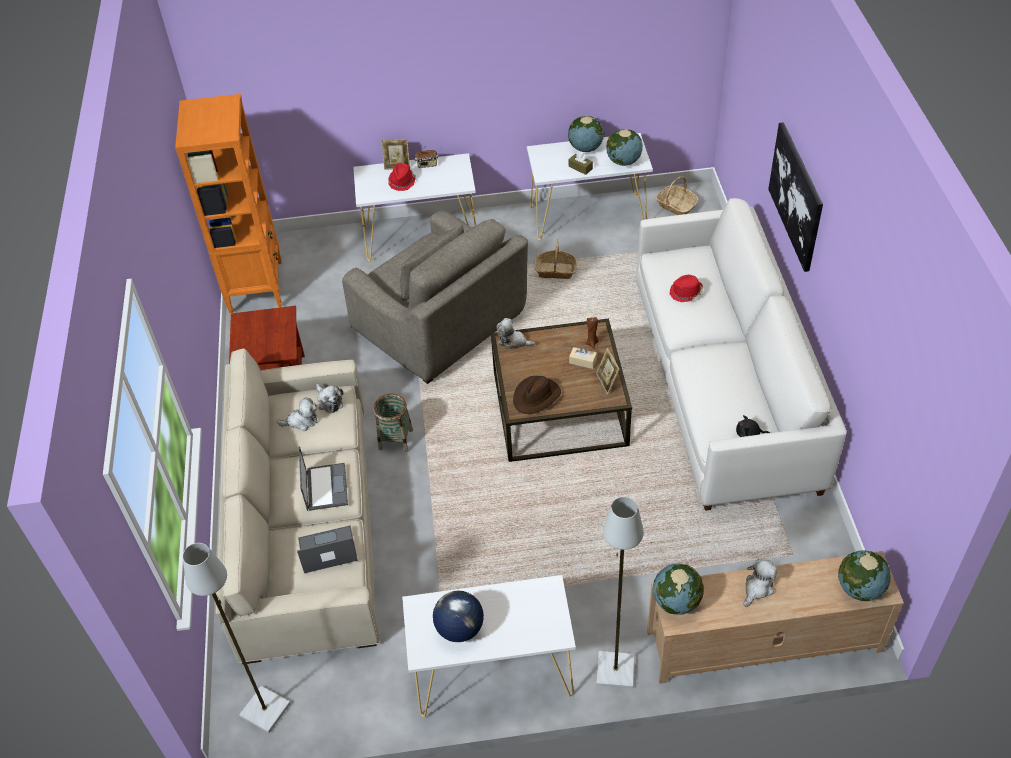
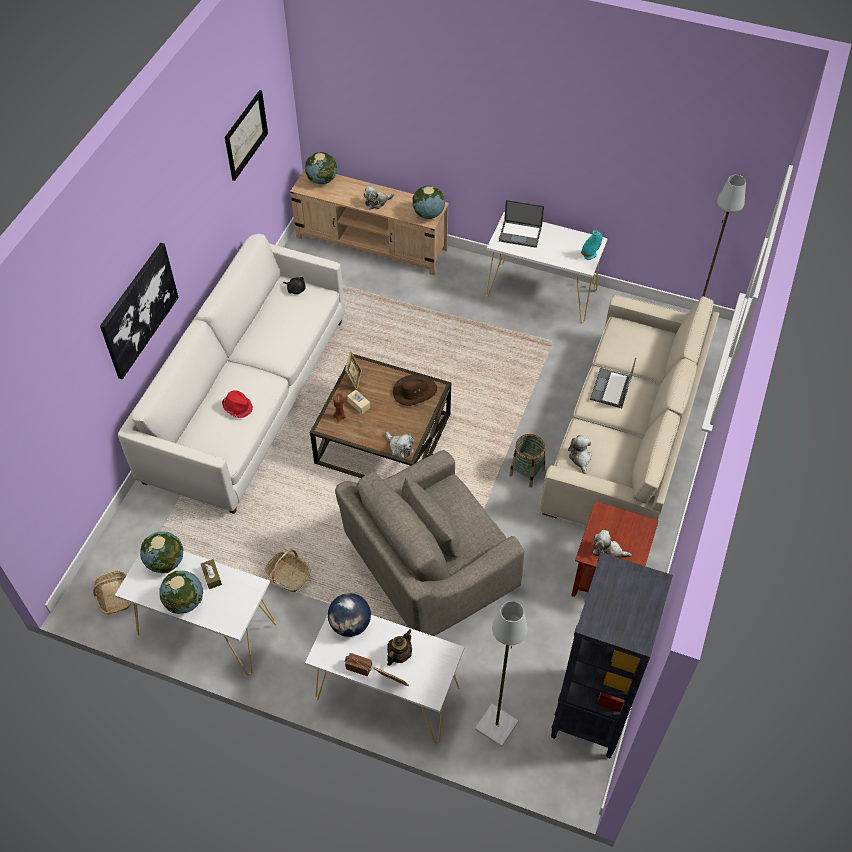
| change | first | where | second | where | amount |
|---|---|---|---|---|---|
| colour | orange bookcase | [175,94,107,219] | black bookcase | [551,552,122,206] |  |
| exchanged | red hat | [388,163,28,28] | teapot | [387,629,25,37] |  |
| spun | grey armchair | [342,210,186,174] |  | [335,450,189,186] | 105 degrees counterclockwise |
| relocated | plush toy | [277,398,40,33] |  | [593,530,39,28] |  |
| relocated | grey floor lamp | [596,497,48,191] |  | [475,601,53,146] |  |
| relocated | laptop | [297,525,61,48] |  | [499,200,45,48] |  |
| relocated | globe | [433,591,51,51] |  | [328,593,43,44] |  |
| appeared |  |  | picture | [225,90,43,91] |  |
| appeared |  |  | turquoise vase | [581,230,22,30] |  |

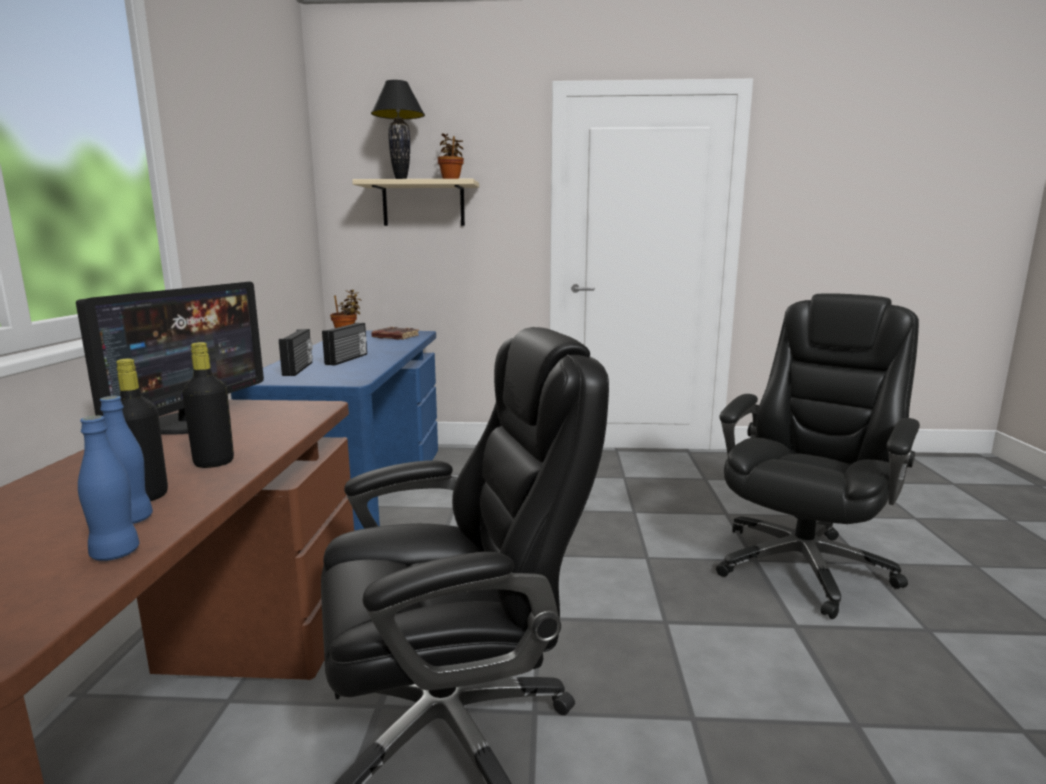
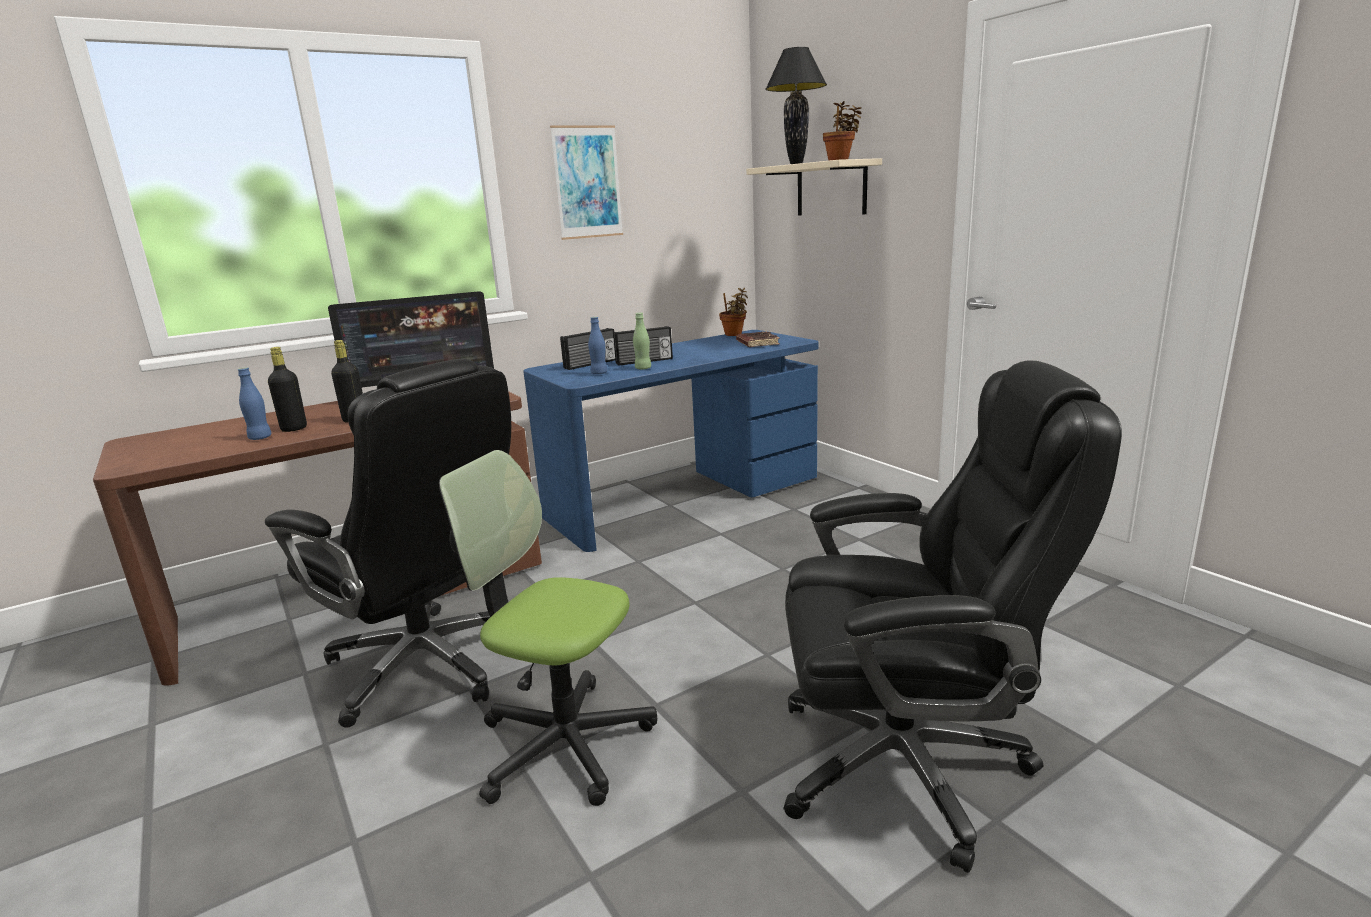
| change | first | where | second | where | amount |
|---|---|---|---|---|---|
| relocated | blue bottle | [78,416,61,145] |  | [588,317,20,57] |  |
| appeared |  |  | picture | [550,125,73,115] |  |
| appeared |  |  | green bottle | [633,313,18,57] |  |
| appeared |  |  | office chair | [439,450,218,356] |  |

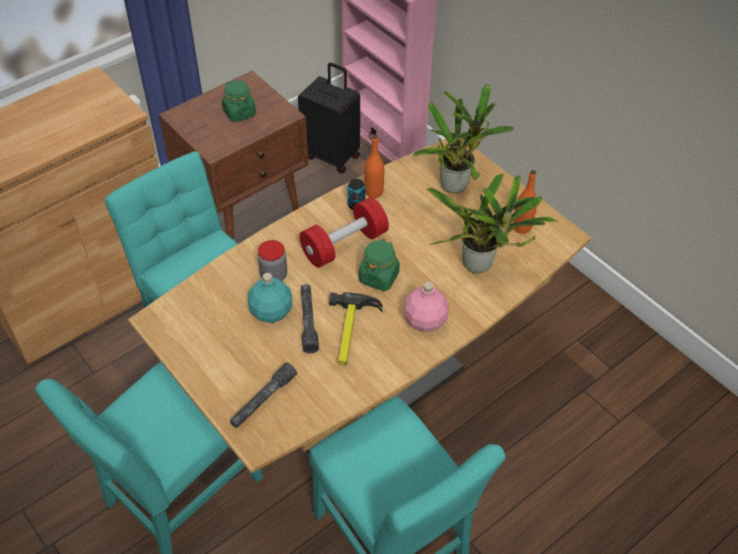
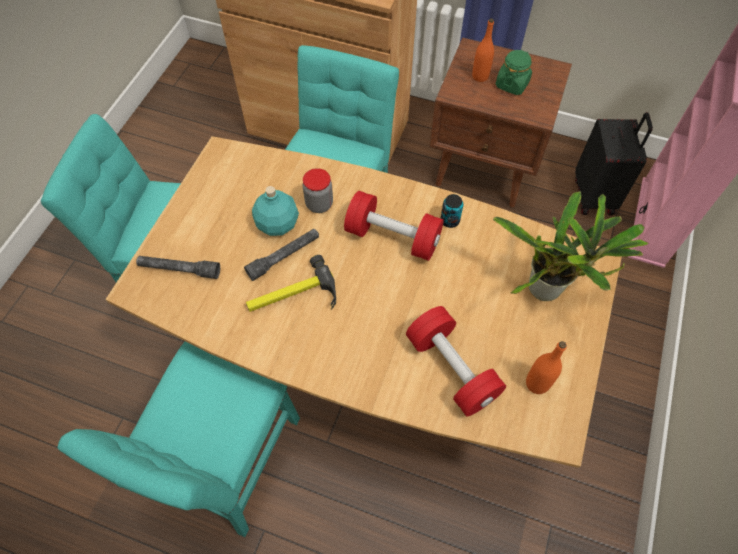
| change | first | where | second | where | amount |
|---|---|---|---|---|---|
| relocated | orange bottle | [364,134,20,64] |  | [472,18,22,64] |  |
| exchanged | potted plant | [426,173,132,100] | red dumbbell | [406,306,100,110] |  |
| missing | green jar | [359,239,41,52] |  |  |  |
| missing | pink bottle | [404,282,45,50] |  |  |  |

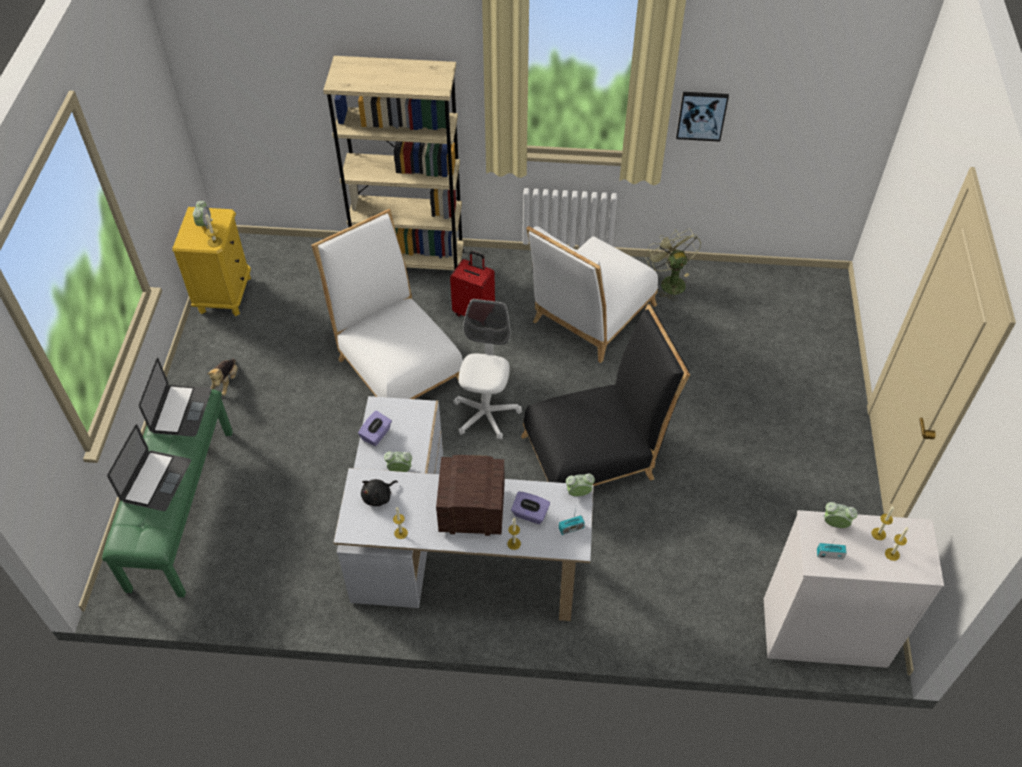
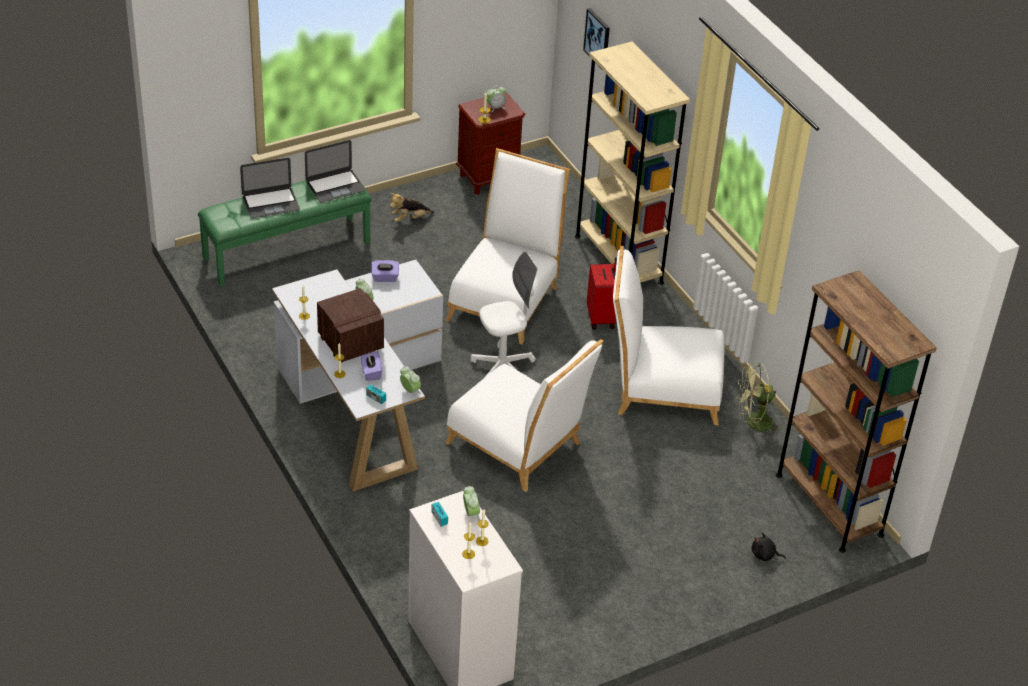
| change | first | where | second | where | amount |
|---|---|---|---|---|---|
| relocated | picture | [676,92,53,50] |  | [583,8,27,51] |  |
| colour | yellow nightstand | [172,207,79,109] | brown nightstand | [456,93,69,102] |  |
| spun | green fan | [645,228,56,73] |  | [736,364,46,74] | 135 degrees counterclockwise |
| colour | black chair | [521,304,169,182] | white chair | [445,339,159,153] |  |
| relocated | black plush toy | [361,479,37,27] |  | [751,532,35,29] |  |
| appeared |  |  | brown bookcase | [776,270,161,283] |  |

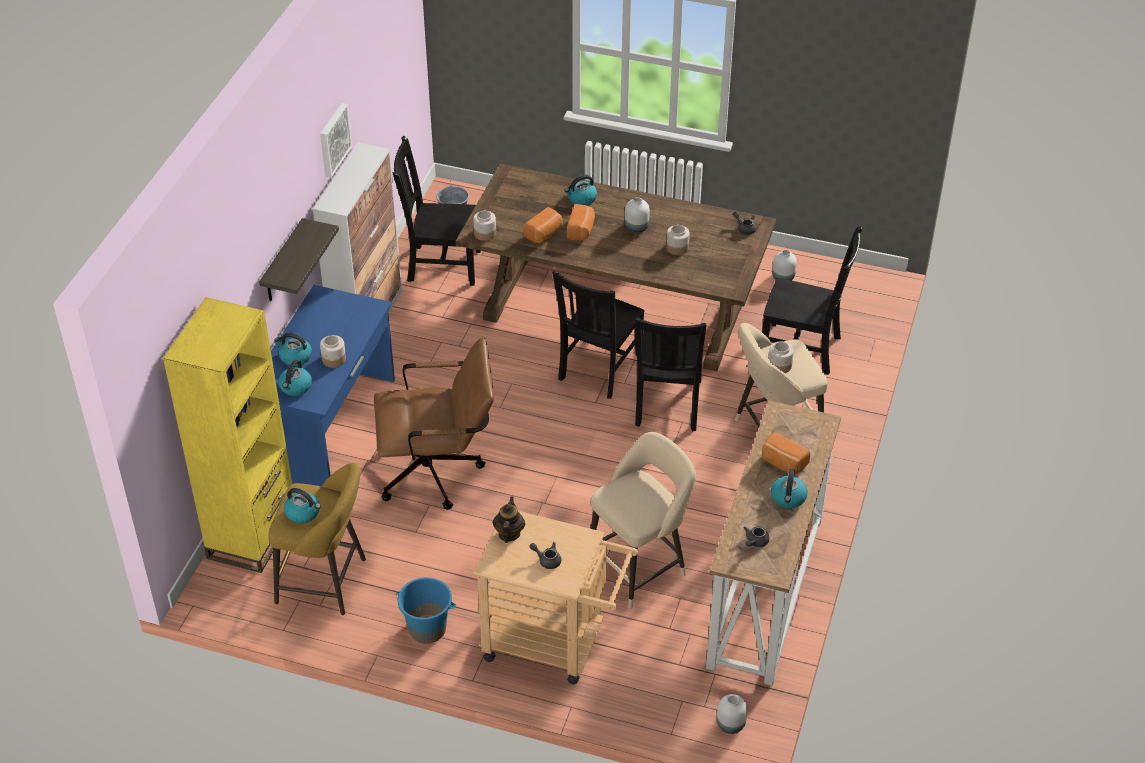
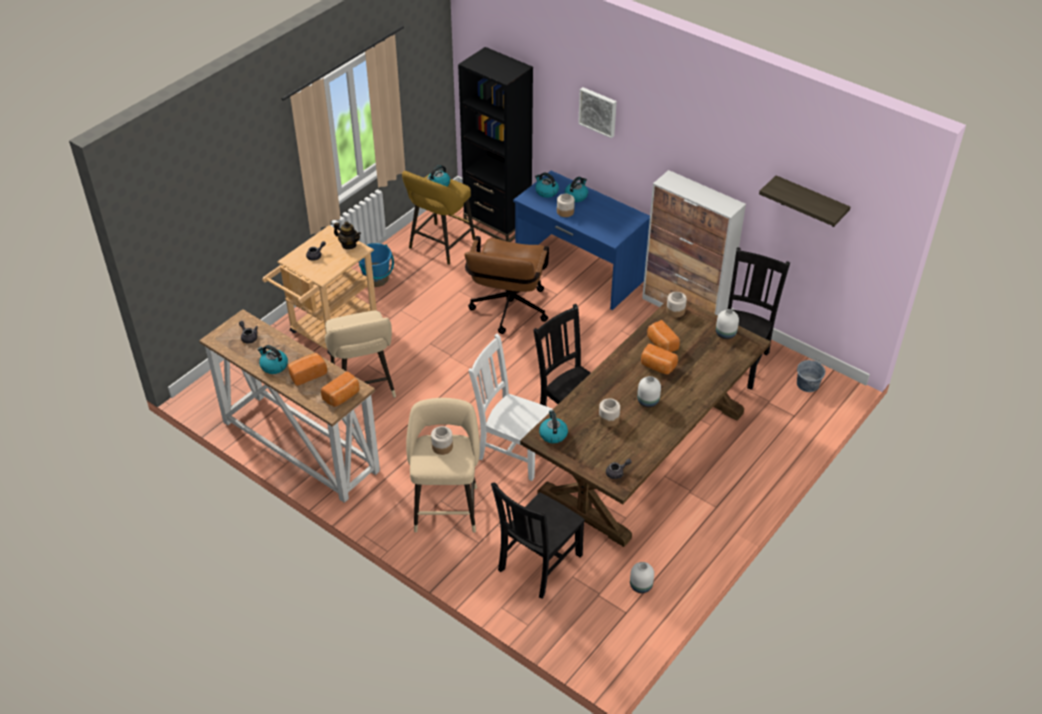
| change | first | where | second | where | amount |
|---|---|---|---|---|---|
| relocated | picture | [320,103,32,75] |  | [578,87,39,51] |  |
| relocated | kettle | [564,175,33,30] |  | [539,410,29,33] |  |
| relocated | shelf | [259,218,80,83] |  | [759,175,91,52] |  |
| colour | yellow bookcase | [163,297,129,276] | black bookcase | [458,47,75,195] |  |
| colour | black chair | [635,317,72,114] | white chair | [469,334,84,147] |  |
| relocated | white vase | [717,694,30,40] |  | [716,309,23,30] |  |
| appeared |  |  | bread | [321,372,38,35] |  |

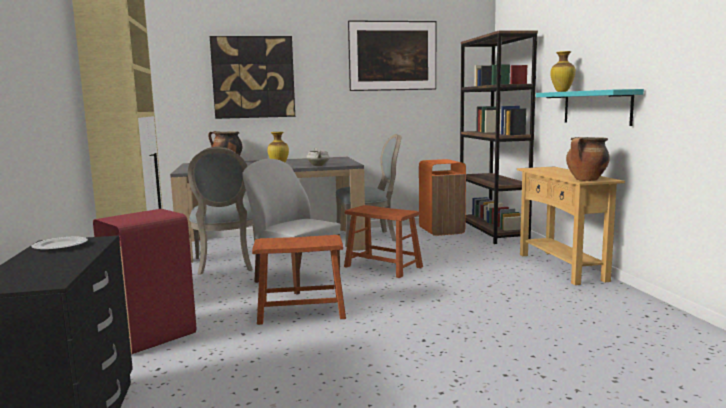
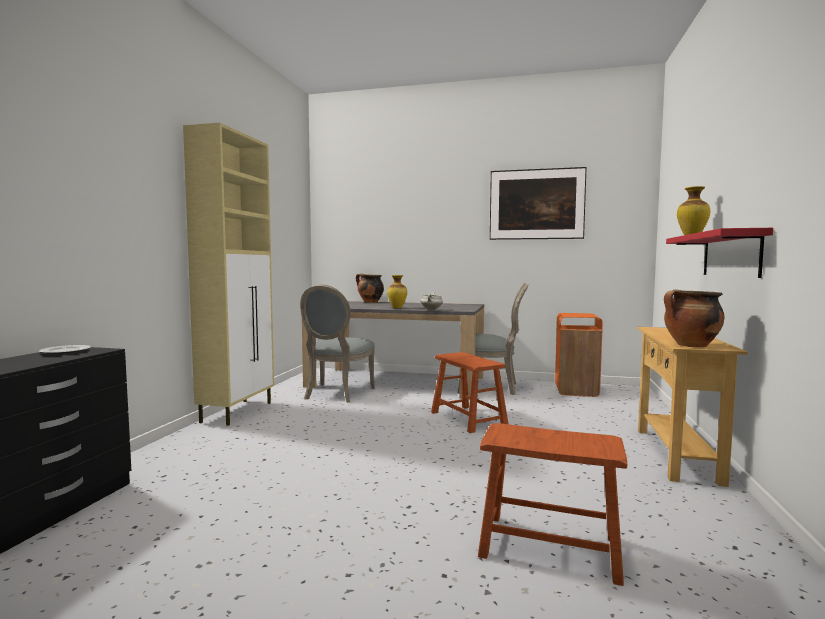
| change | first | where | second | where | amount |
|---|---|---|---|---|---|
| missing | brown bookcase | [460,30,78,214] |  |  |  |
| missing | picture | [210,36,85,83] |  |  |  |
| colour | turquoise shelf | [536,89,108,37] | red shelf | [666,228,107,50] |  |
| missing | white chair | [242,159,98,135] |  |  |  |
| missing | red trash can | [93,209,103,145] |  |  |  |
| relocated | brown stool | [252,235,94,90] |  | [478,423,149,163] |  |

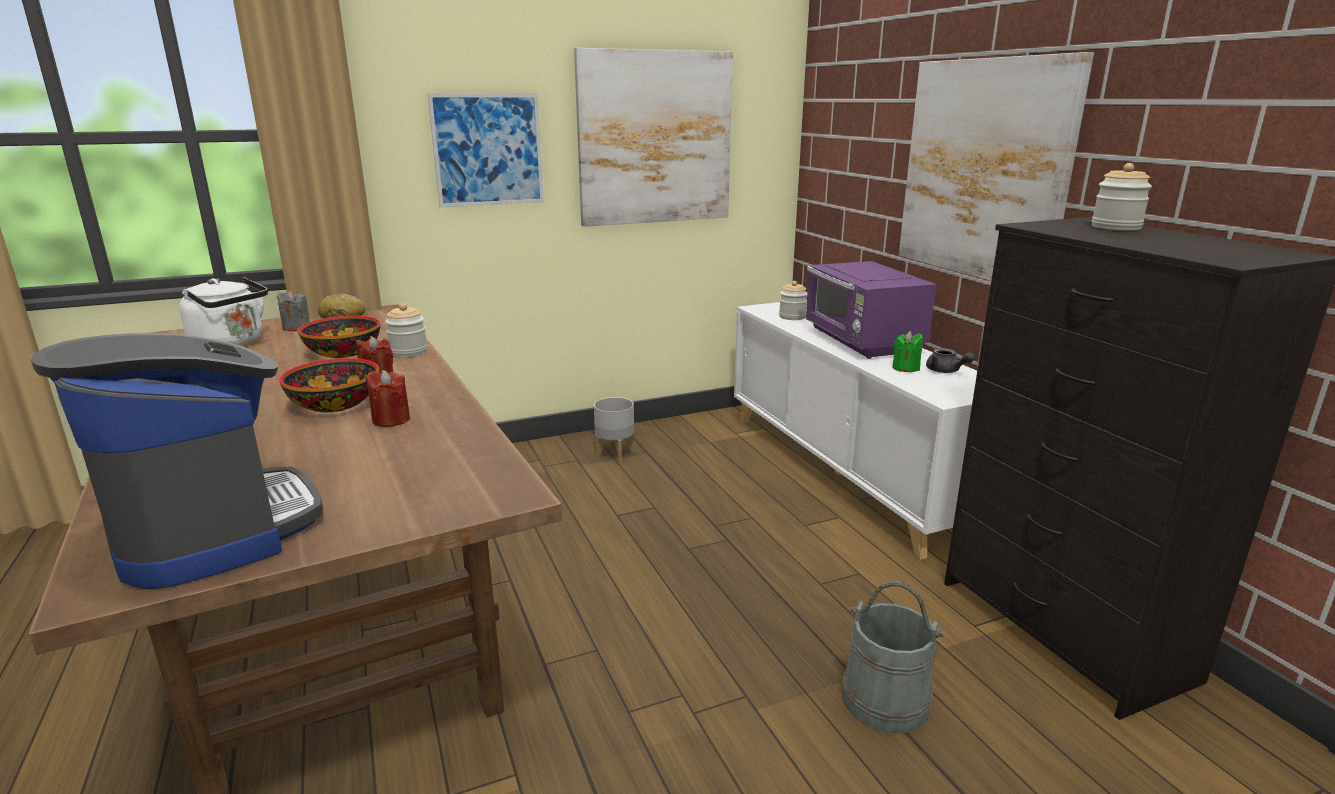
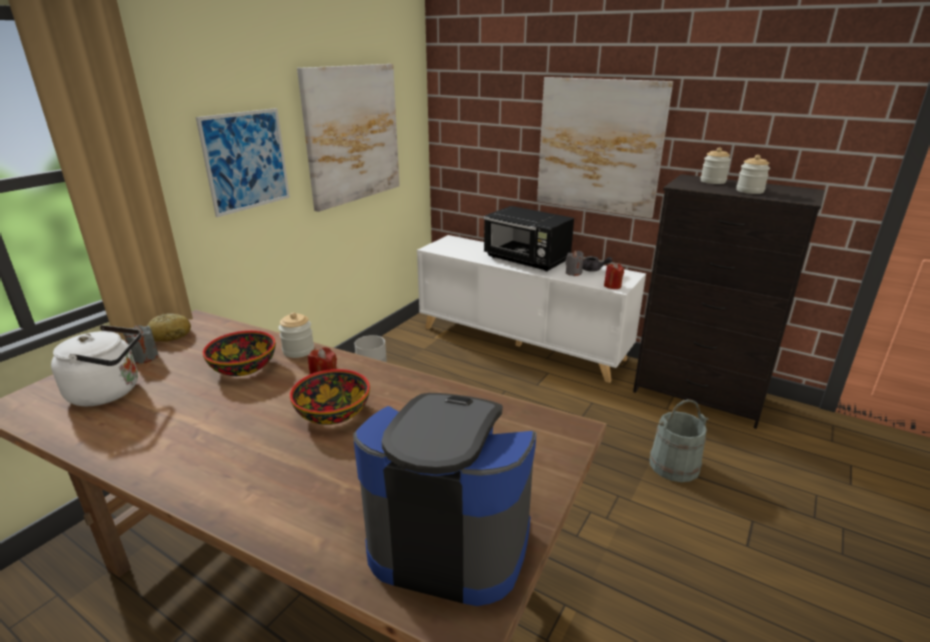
| change | first | where | second | where | amount |
|---|---|---|---|---|---|
| colour | purple microwave | [805,261,132,98] | black microwave | [484,206,90,65] |  |
| relocated | jar | [779,281,29,39] |  | [737,155,33,39] |  |
| colour | green candle | [892,331,31,41] | grey candle | [565,250,19,26] |  |
| relocated | red candle | [366,370,44,57] |  | [604,263,20,26] |  |

